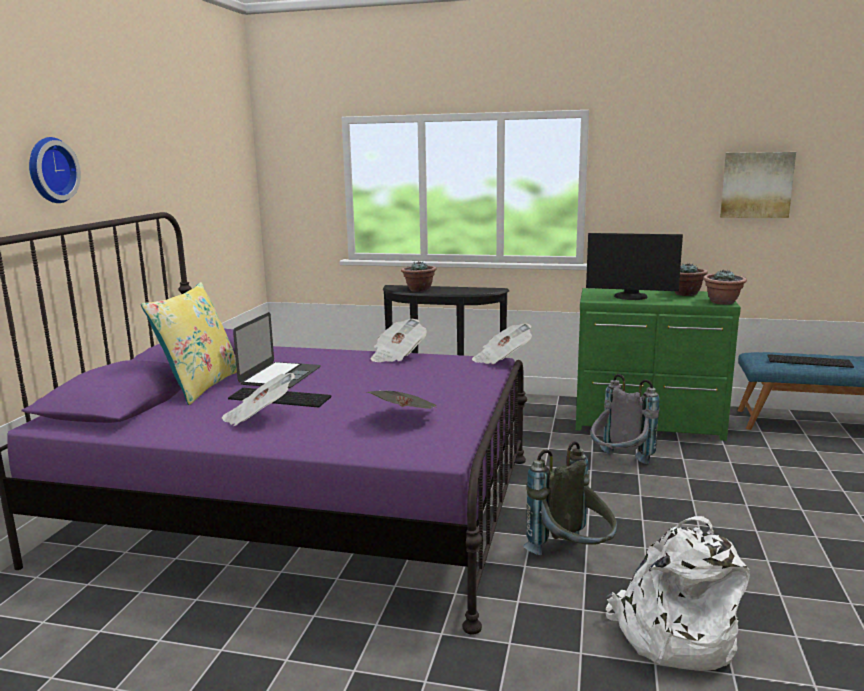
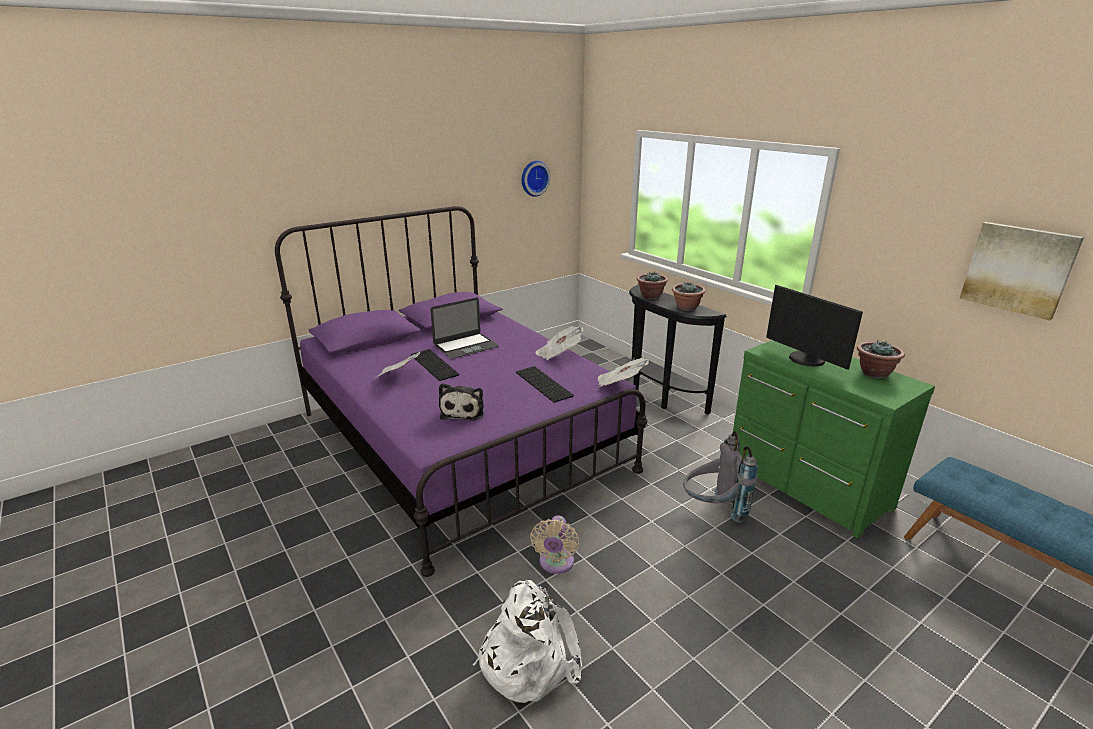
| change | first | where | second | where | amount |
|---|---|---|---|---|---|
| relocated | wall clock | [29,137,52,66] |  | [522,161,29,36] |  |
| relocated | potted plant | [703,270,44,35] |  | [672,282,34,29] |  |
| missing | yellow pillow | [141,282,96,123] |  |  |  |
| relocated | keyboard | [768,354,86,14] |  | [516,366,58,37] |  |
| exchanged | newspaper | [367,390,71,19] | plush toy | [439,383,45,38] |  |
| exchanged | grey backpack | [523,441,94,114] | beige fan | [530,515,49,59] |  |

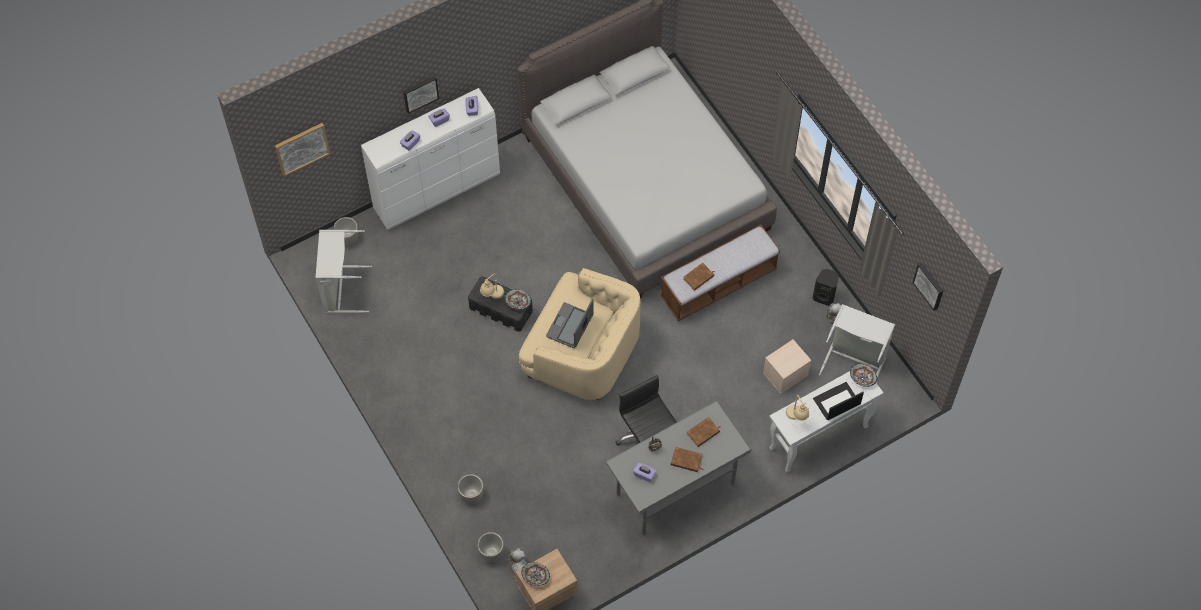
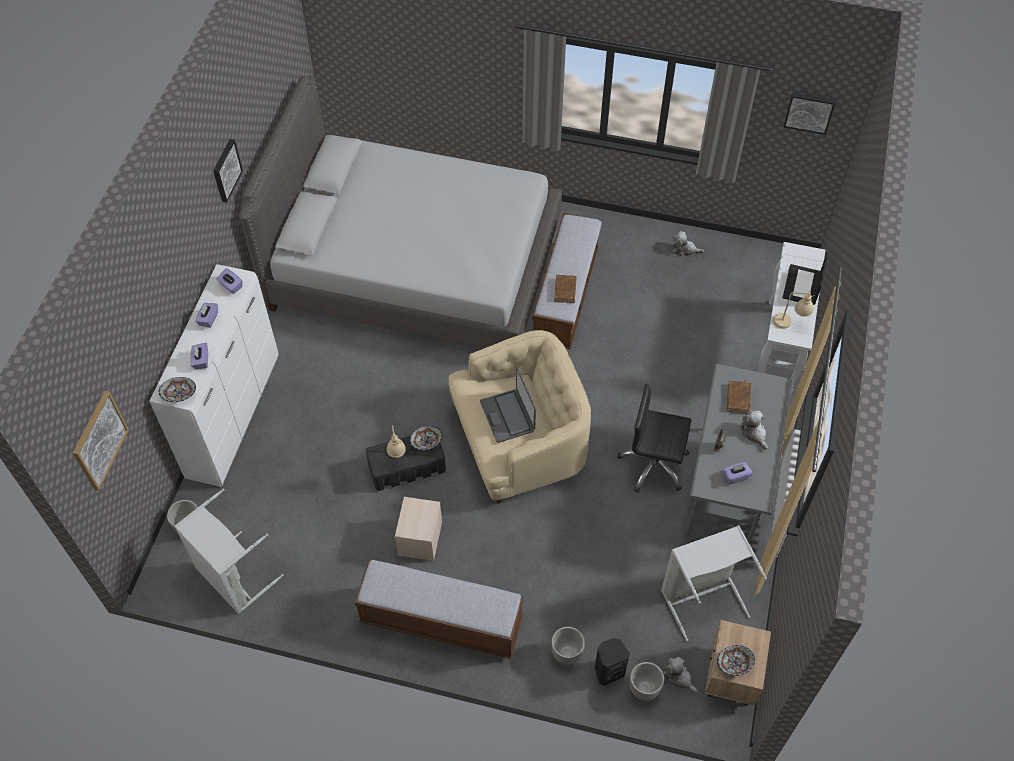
| change | first | where | second | where | amount |
|---|---|---|---|---|---|
| relocated | picture | [403,76,36,38] |  | [213,139,30,64] |  |
| relocated | black speaker | [813,269,26,37] |  | [594,638,36,47] |  |
| relocated | grey laundry basket | [819,304,76,74] |  | [661,525,106,116] |  |
| relocated | beige storage box | [763,340,48,54] |  | [395,497,47,64] |  |
| relocated | bowl | [850,364,27,23] |  | [159,377,37,25] |  |
| exchanged | brown book | [671,447,33,25] | plush toy | [741,410,27,40] |  |
| appeared |  |  | bench | [354,560,169,99] |  |

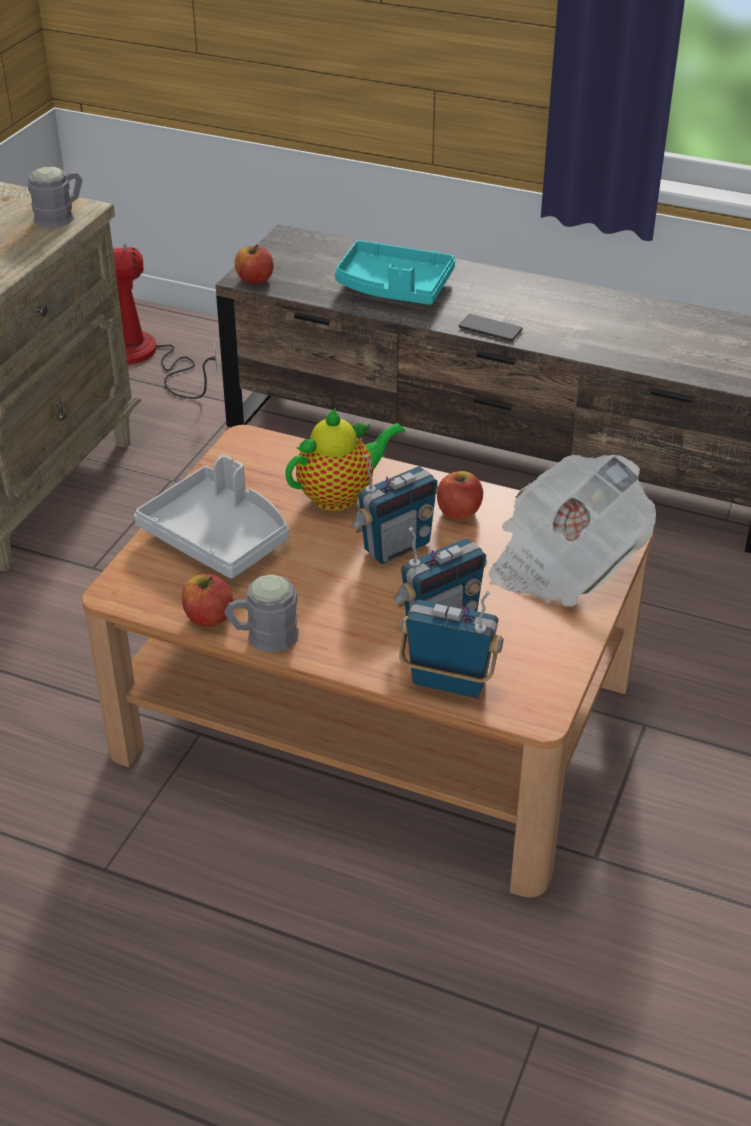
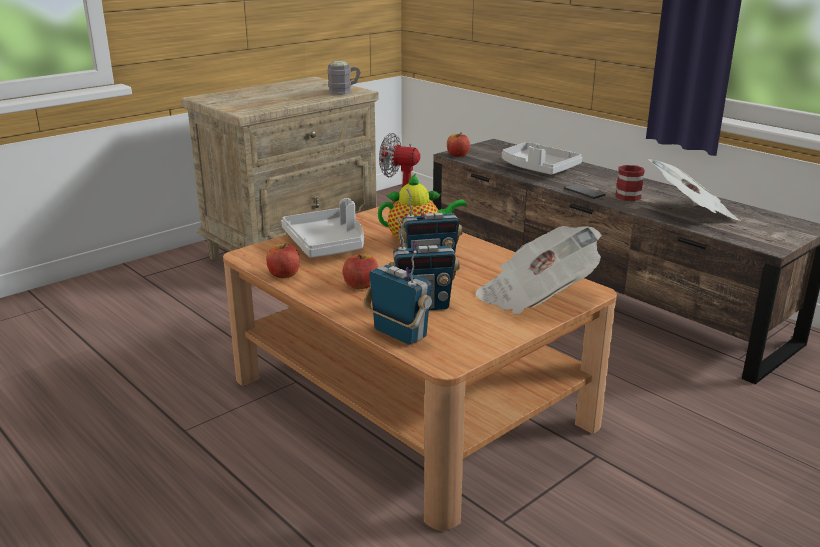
| change | first | where | second | where | amount |
|---|---|---|---|---|---|
| colour | turquoise tray | [335,240,120,65] | grey tray | [502,142,80,33] |  |
| relocated | apple | [437,471,46,49] |  | [343,254,36,35] |  |
| missing | grey mug | [224,574,75,79] |  |  |  |
| appeared |  |  | newspaper | [648,159,93,62] |  |
| appeared |  |  | red mug | [615,165,30,36] |  |

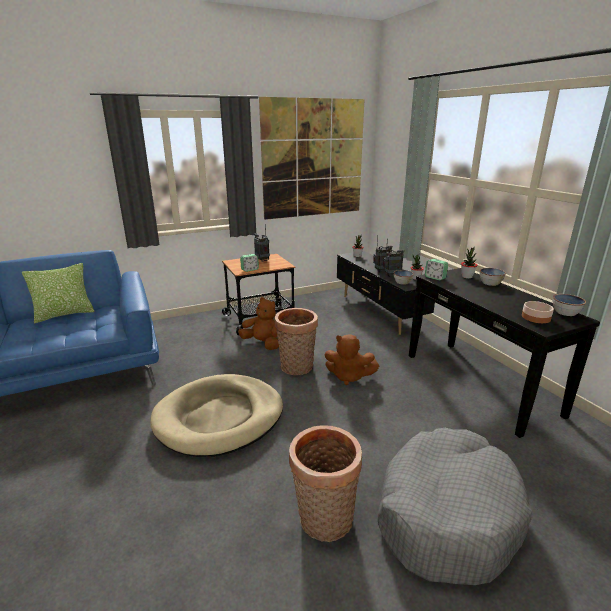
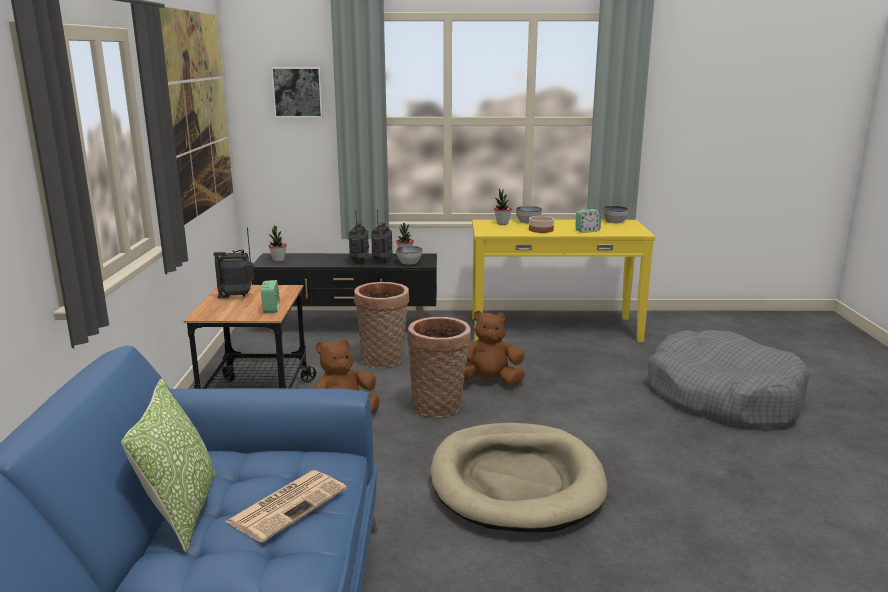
| change | first | where | second | where | amount |
|---|---|---|---|---|---|
| relocated | alarm clock | [425,259,23,21] |  | [575,209,26,24] |  |
| colour | black console table | [409,268,191,170] | yellow console table | [472,220,183,122] |  |
| relocated | bowl | [522,301,32,22] |  | [529,216,25,17] |  |
| spun | brown plush toy | [325,335,54,50] |  | [464,311,61,75] | 135 degrees counterclockwise |
| relocated | basket | [289,425,73,117] |  | [354,282,55,86] |  |
| appeared |  |  | picture | [271,67,53,51] |  |
| appeared |  |  | newspaper | [225,470,122,72] |  |

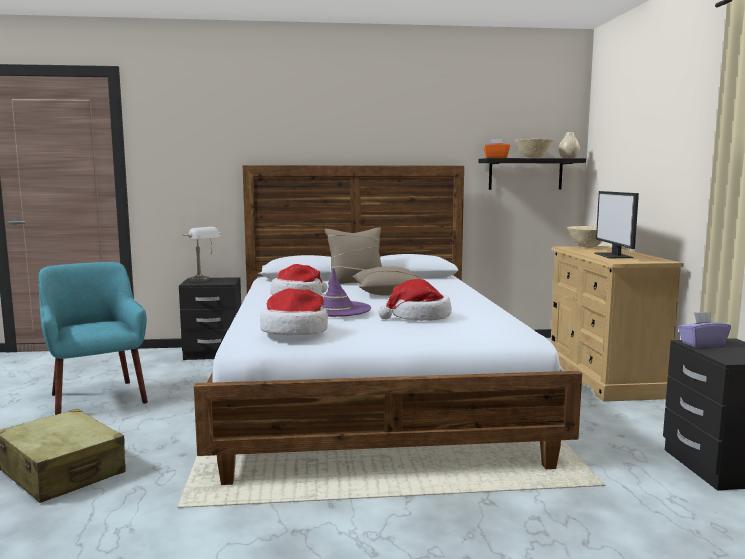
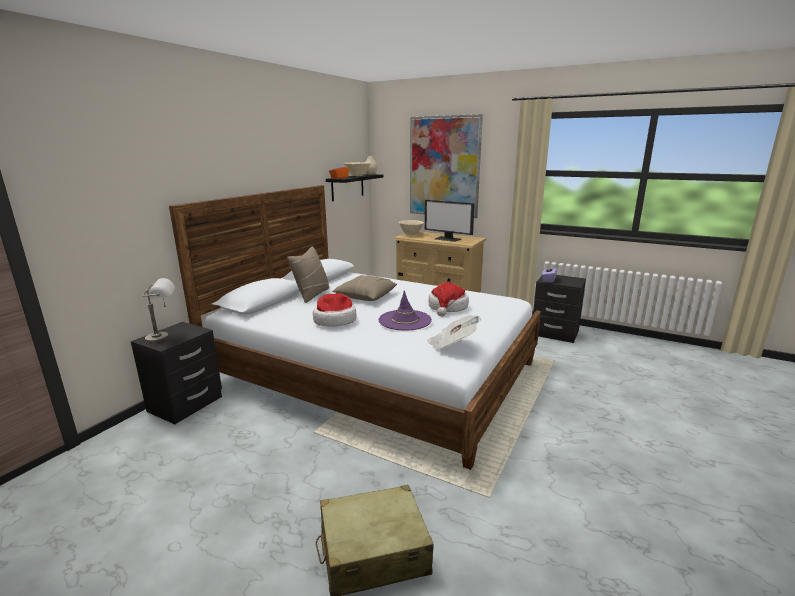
| change | first | where | second | where | amount |
|---|---|---|---|---|---|
| missing | turquoise armchair | [38,262,110,153] |  |  |  |
| exchanged | hat | [260,288,68,47] | newspaper | [428,315,53,35] |  |
| appeared |  |  | picture | [410,114,73,104] |  |

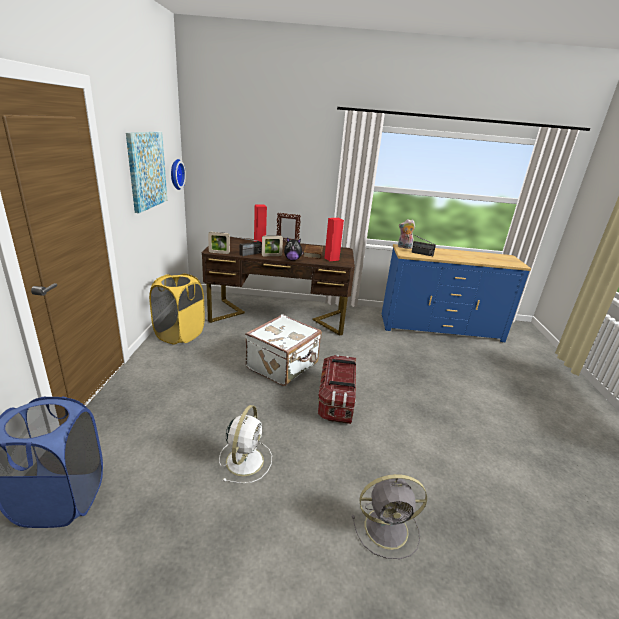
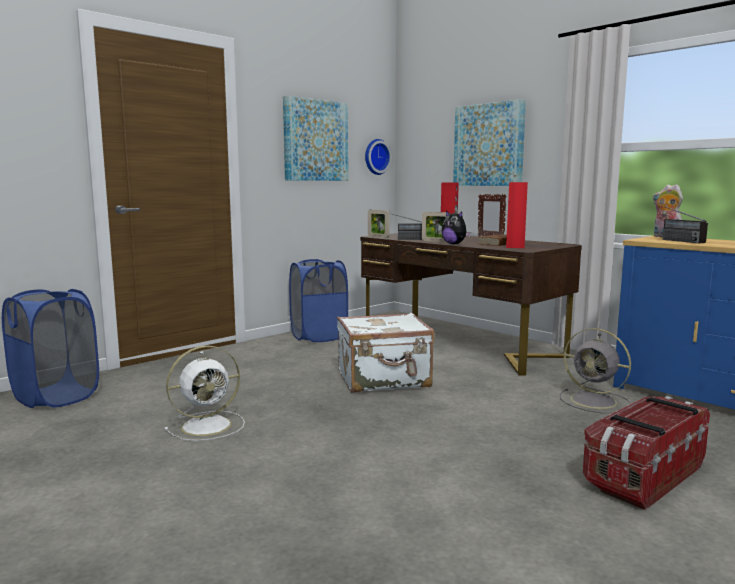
| change | first | where | second | where | amount |
|---|---|---|---|---|---|
| colour | yellow laundry basket | [149,274,56,71] | blue laundry basket | [289,259,59,83] |  |
| relocated | storage box | [318,355,38,69] |  | [583,396,127,114] |  |
| relocated | grey fan | [352,474,75,85] |  | [560,328,71,86] |  |
| appeared |  |  | picture | [453,99,73,87] |  |

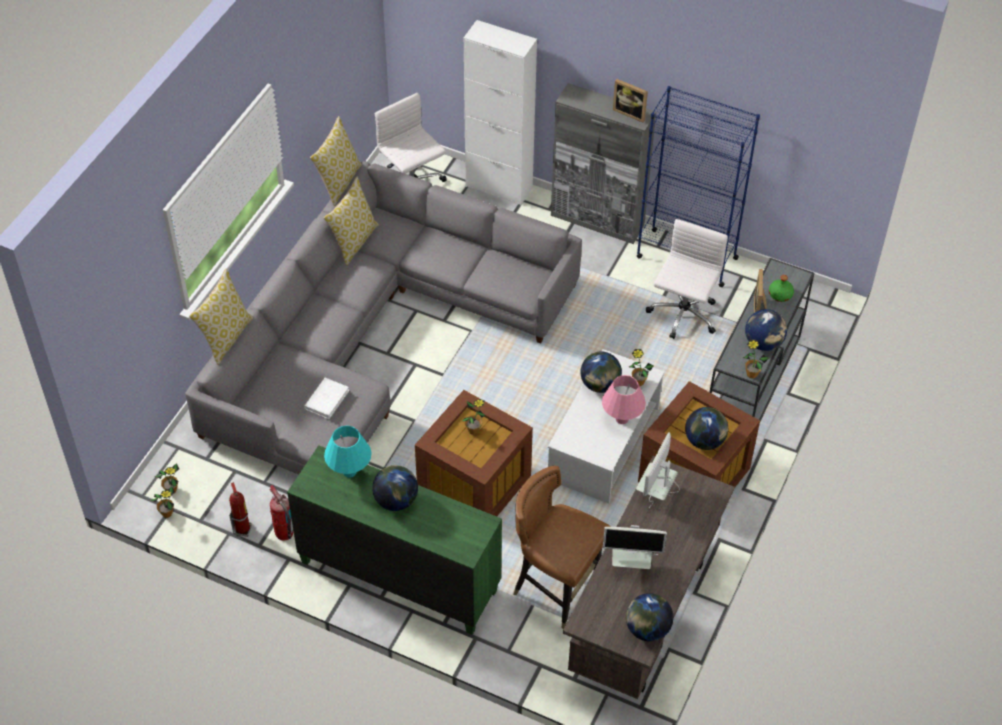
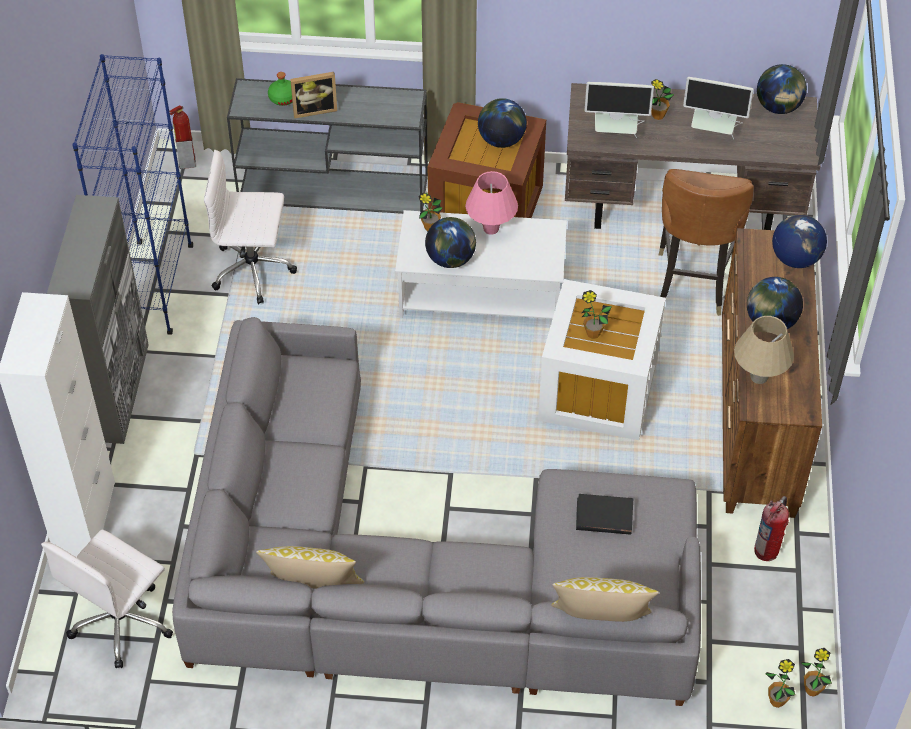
| change | first | where | second | where | amount |
|---|---|---|---|---|---|
| missing | picture frame | [613,79,35,43] |  |  |  |
| missing | pillow | [310,116,52,90] |  |  |  |
| relocated | globe | [745,309,42,42] |  | [772,214,55,54] |  |
| relocated | potted plant | [743,340,26,39] |  | [651,79,23,41] |  |
| colour | white book | [304,378,46,41] | black book | [576,494,57,41] |  |
| colour | brown storage box | [415,390,118,126] | white storage box | [538,279,128,161] |  |
| colour | turquoise table lamp | [324,426,48,52] | beige table lamp | [734,316,60,68] |  |
| colour | green dresser | [287,445,215,190] | brown dresser | [722,228,100,290] |  |
| relocated | fire extinguisher | [229,482,23,55] |  | [169,105,27,64] |  |
| spun | monitor | [603,525,64,44] |  | [683,77,71,62] | 120 degrees clockwise |

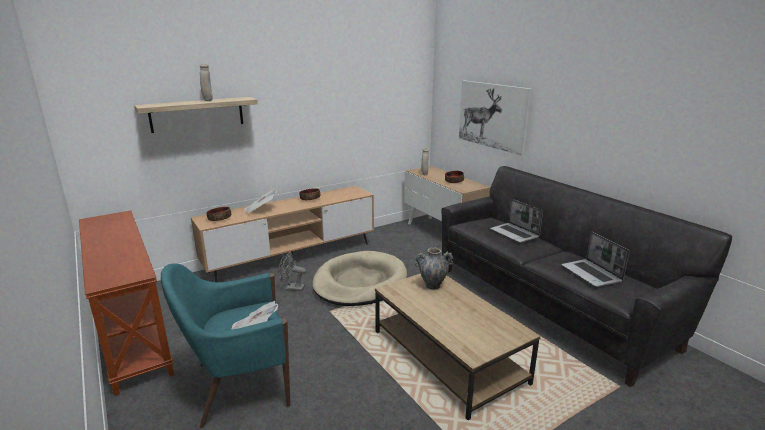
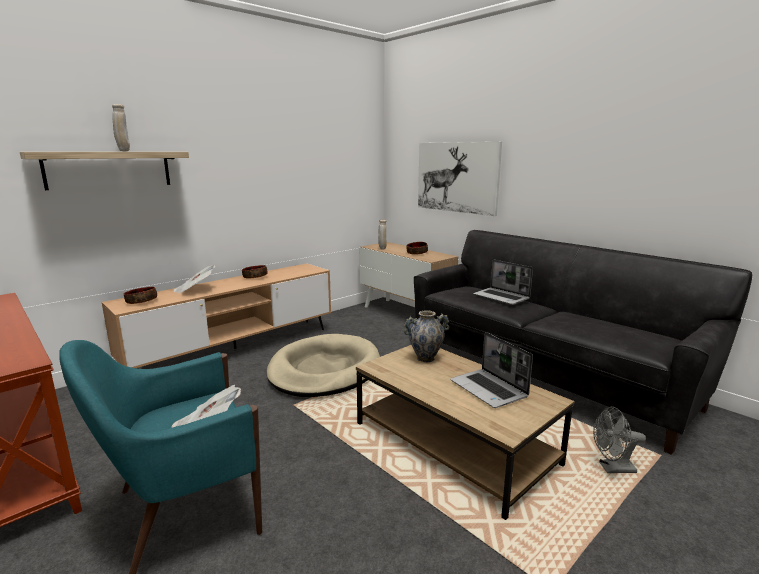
| change | first | where | second | where | amount |
|---|---|---|---|---|---|
| relocated | laptop | [561,232,69,55] |  | [450,332,83,76] |  |
| relocated | grey fan | [278,252,28,39] |  | [593,407,53,66] |  |

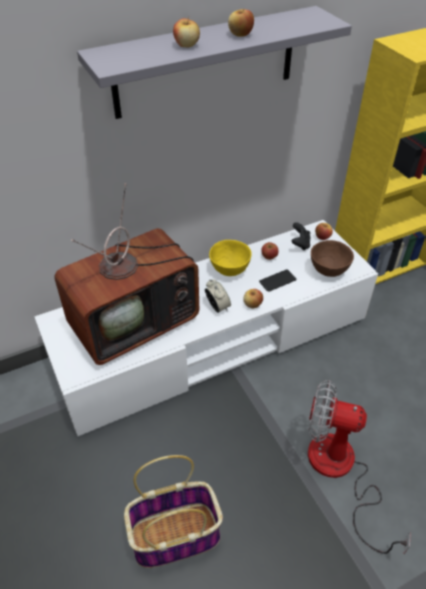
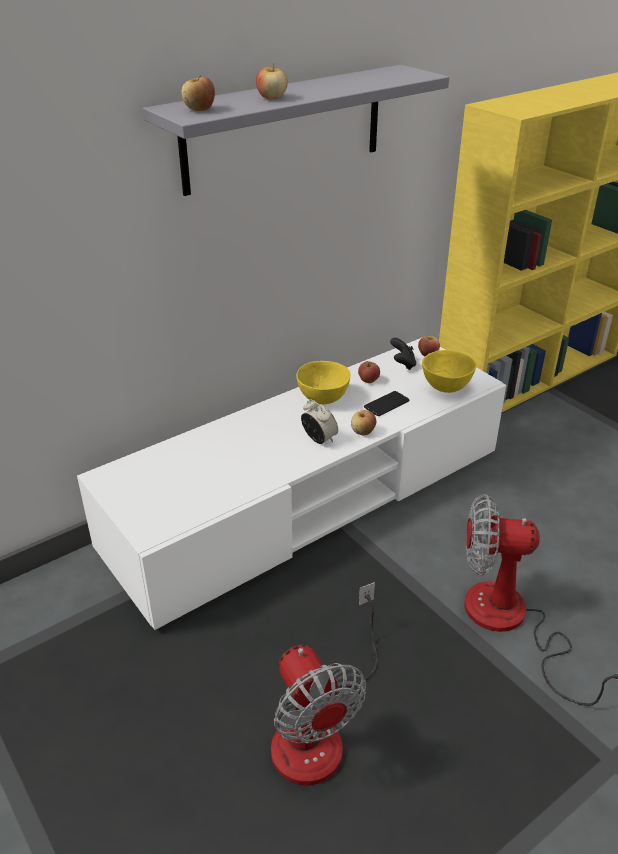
| change | first | where | second | where | amount |
|---|---|---|---|---|---|
| relocated | apple | [228,9,26,28] |  | [181,77,34,34] |  |
| missing | television | [54,183,145,182] |  |  |  |
| colour | brown bowl | [311,240,43,37] | yellow bowl | [422,350,54,43] |  |
| exchanged | basket | [124,455,99,113] | fan | [271,582,106,203] |  |

